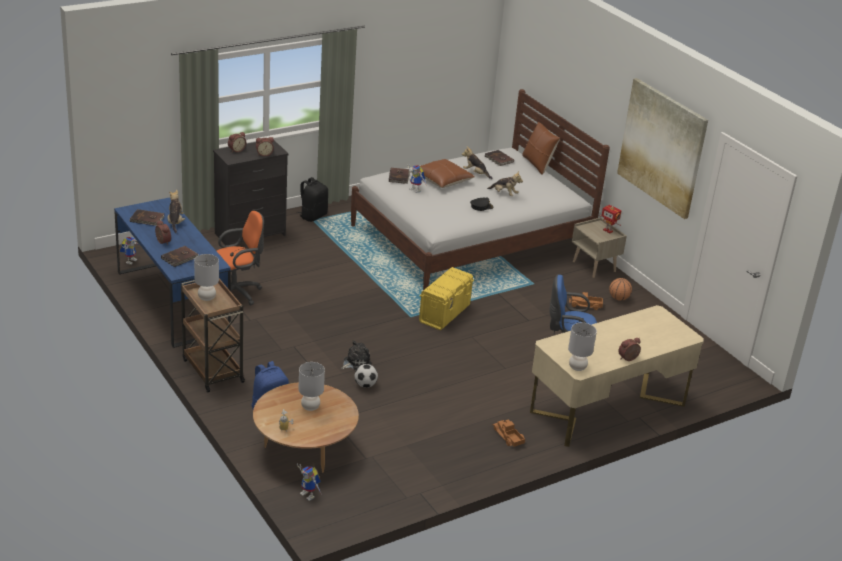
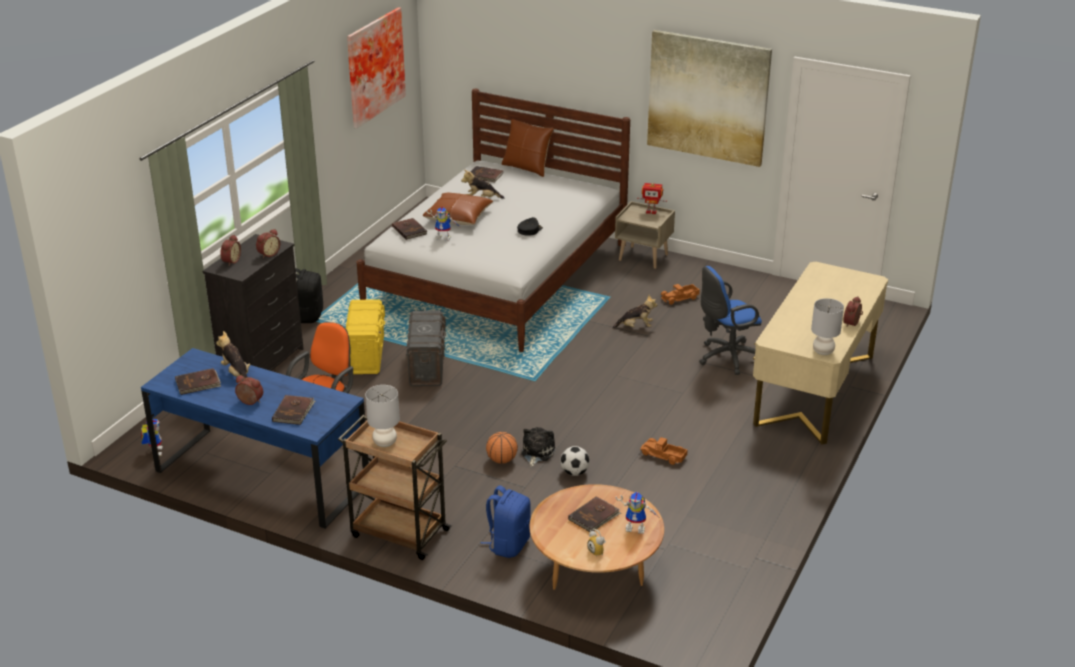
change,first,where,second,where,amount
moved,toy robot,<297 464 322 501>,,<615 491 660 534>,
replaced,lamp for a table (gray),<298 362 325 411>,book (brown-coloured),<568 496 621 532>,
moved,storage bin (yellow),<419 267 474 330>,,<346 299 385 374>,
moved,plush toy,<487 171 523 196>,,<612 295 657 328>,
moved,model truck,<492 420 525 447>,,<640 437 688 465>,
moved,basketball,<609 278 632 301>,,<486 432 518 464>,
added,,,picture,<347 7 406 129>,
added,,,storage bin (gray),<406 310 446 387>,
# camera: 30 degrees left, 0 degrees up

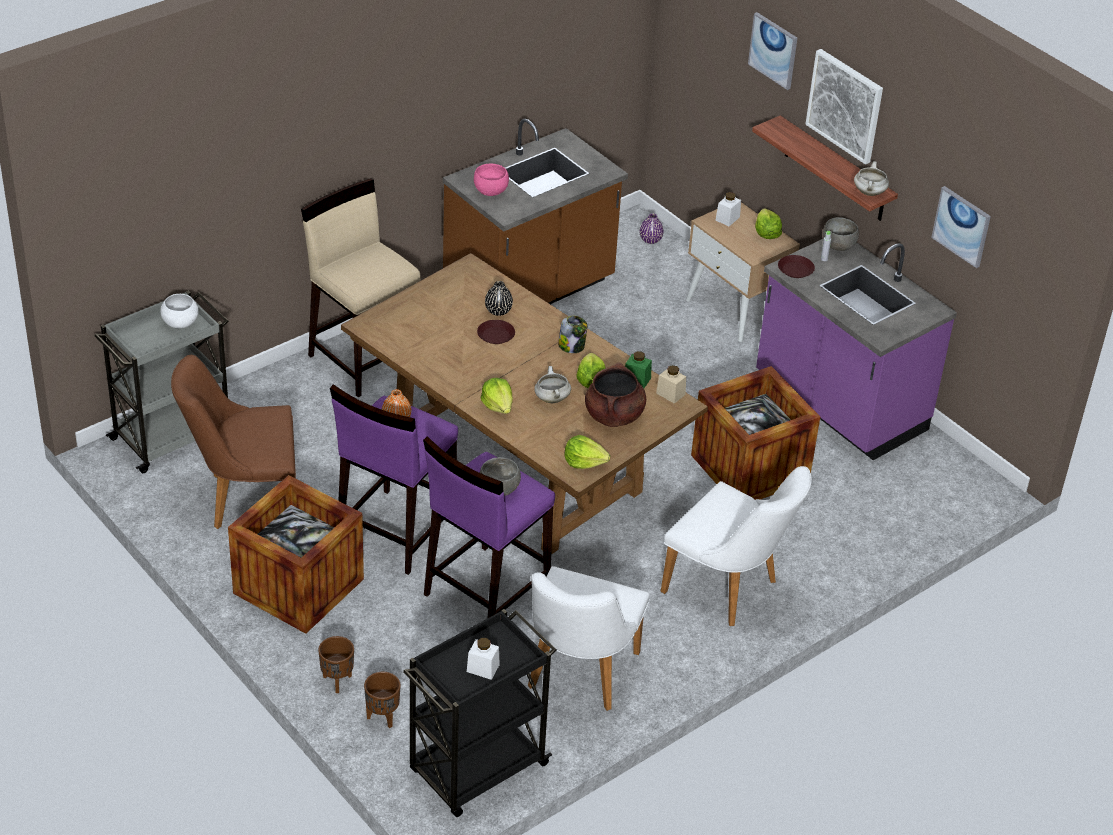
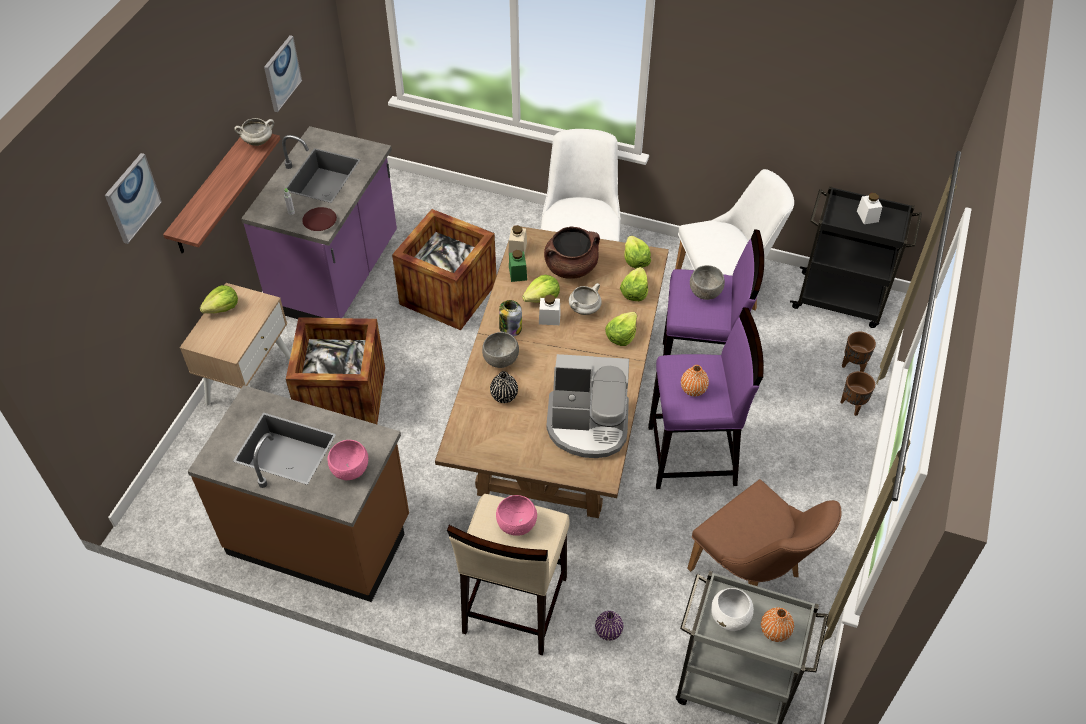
change,first,where,second,where,amount
moved,crate,<228 475 364 634>,,<286 317 385 424>,
removed,dinner plate (brown-coloured),<477 320 515 344>,,,
moved,decorative vase (purplish),<639 213 664 244>,,<595 611 624 641>,
moved,storage jar (white),<715 192 741 226>,,<539 295 561 325>,
removed,picture,<805 49 883 165>,,,
moved,serving bowl (gray),<823 217 859 251>,,<482 332 519 368>,
added,,,serving bowl (pink),<496 495 537 536>,
added,,,coffee machine,<546 354 629 458>,
added,,,lettuce head,<620 267 648 301>,
added,,,decorative vase (orange),<761 607 794 642>,
# camera: 120 degrees left, 10 degrees up

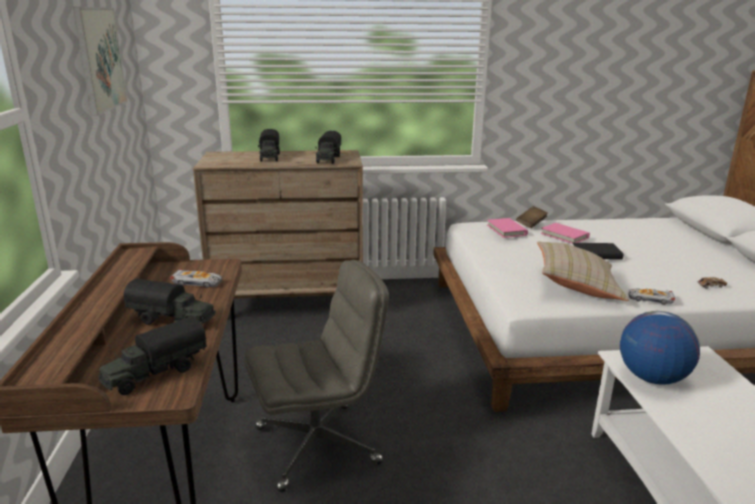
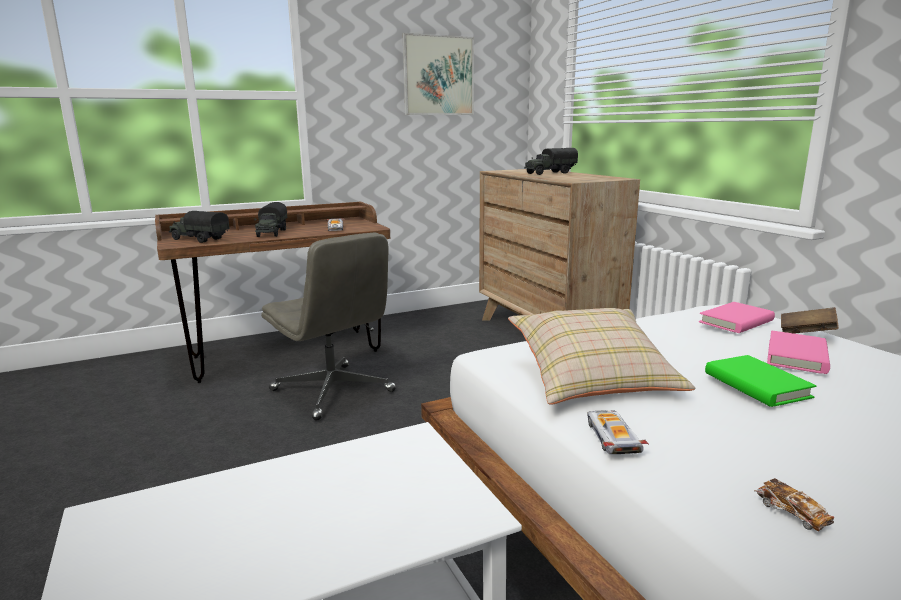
change,first,where,second,where,amount
removed,model truck,<315 131 341 164>,,,
recoloured,book (blackish),<572 243 623 260>,book (green-coloured),<705 355 817 407>,
removed,desk globe,<620 311 700 385>,,,
# camera: 70 degrees right, 5 degrees down

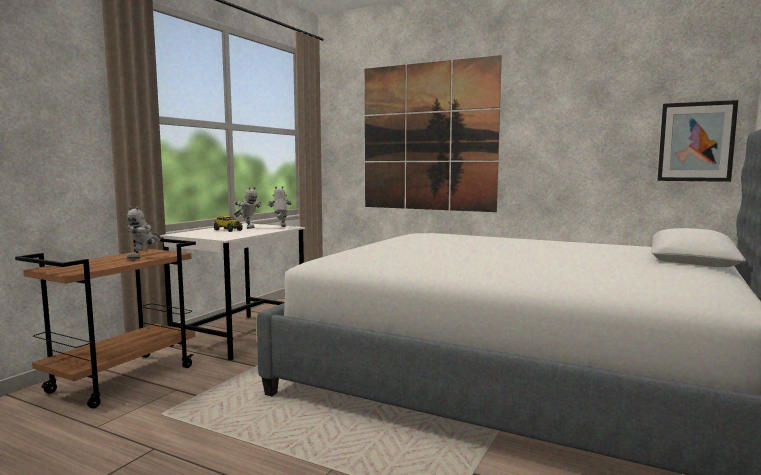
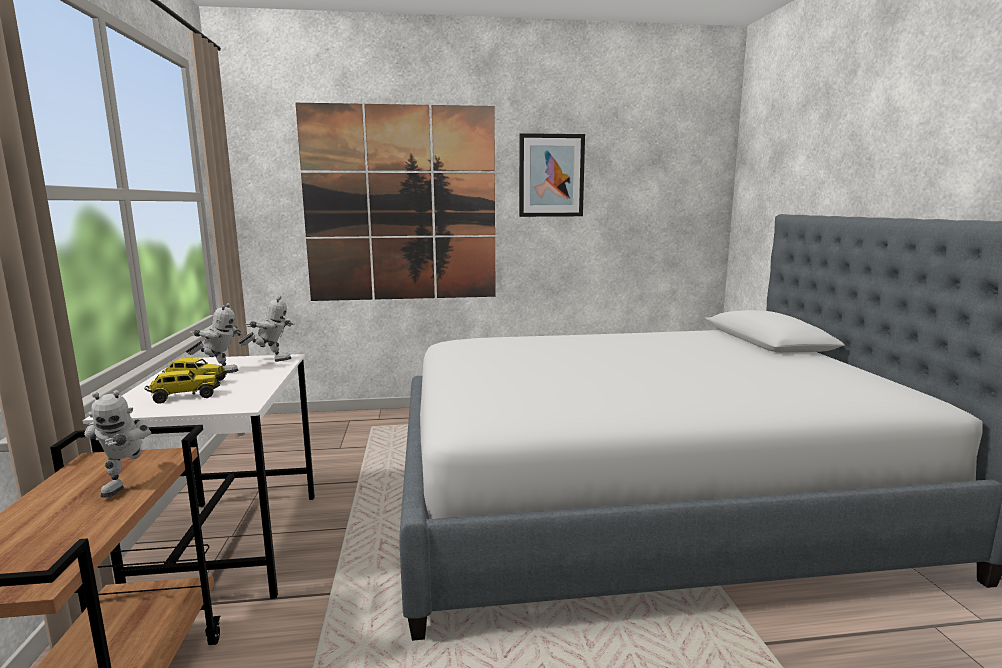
change,first,where,second,where,amount
turned,toy robot,<268 186 292 227>,,<238 296 294 362>,135 degrees clockwise
moved,picture,<657 100 738 182>,,<519 133 585 217>,
added,,,model truck,<144 370 220 404>,
# camera: 35 degrees left, 5 degrees up

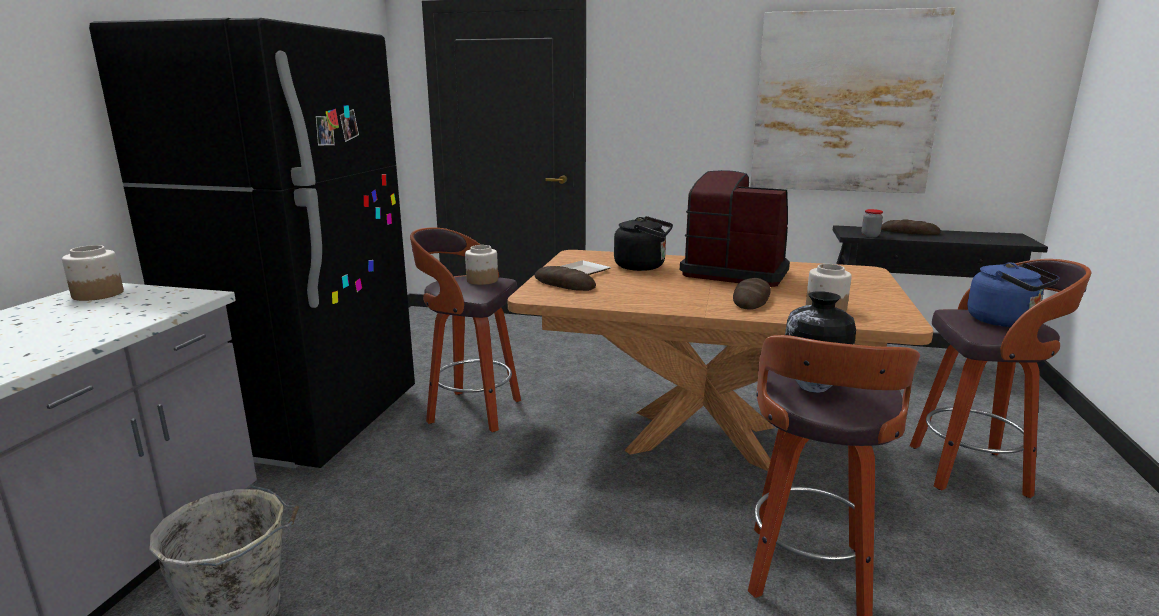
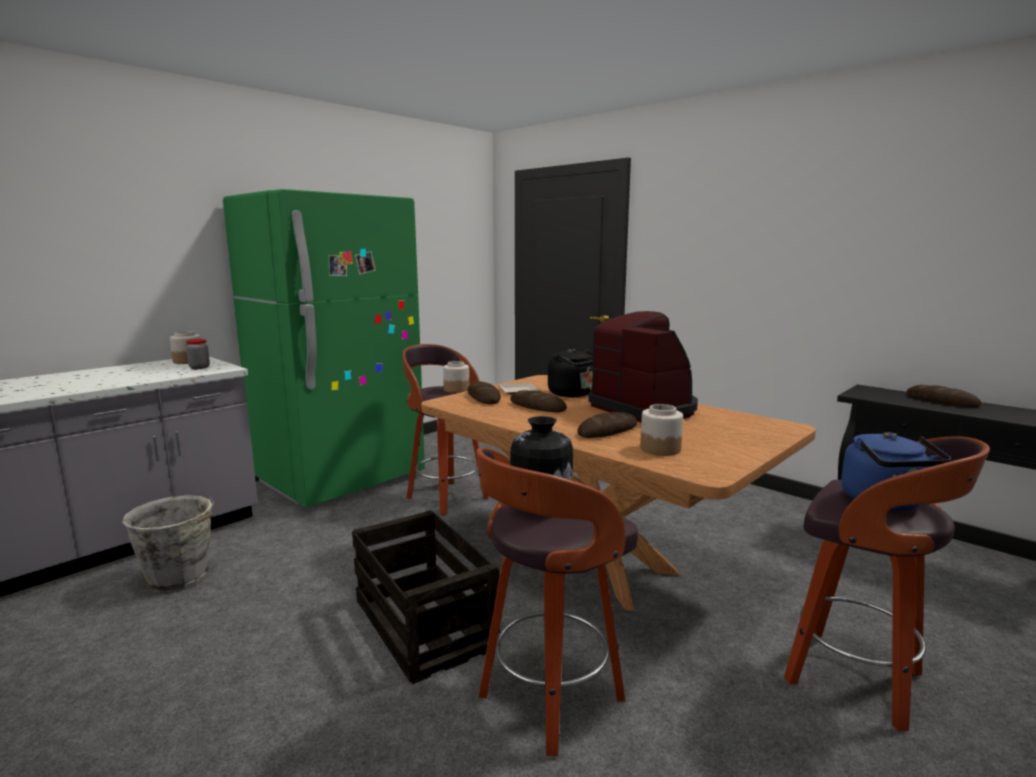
change,first,where,second,where,amount
recoloured,fridge (blackish),<89 18 415 468>,fridge (green-coloured),<223 189 425 508>,
removed,picture,<750 7 955 193>,,,
moved,storage jar,<862 209 883 237>,,<186 339 210 369>,
added,,,crate,<352 510 500 684>,
added,,,bread,<510 390 567 412>,
# camera: 30 degrees right, 5 degrees down

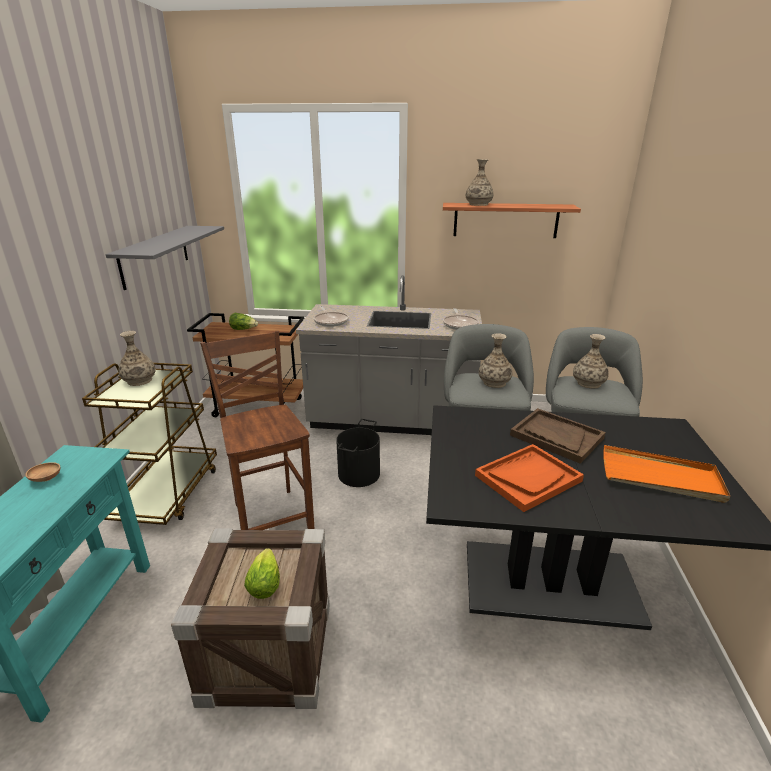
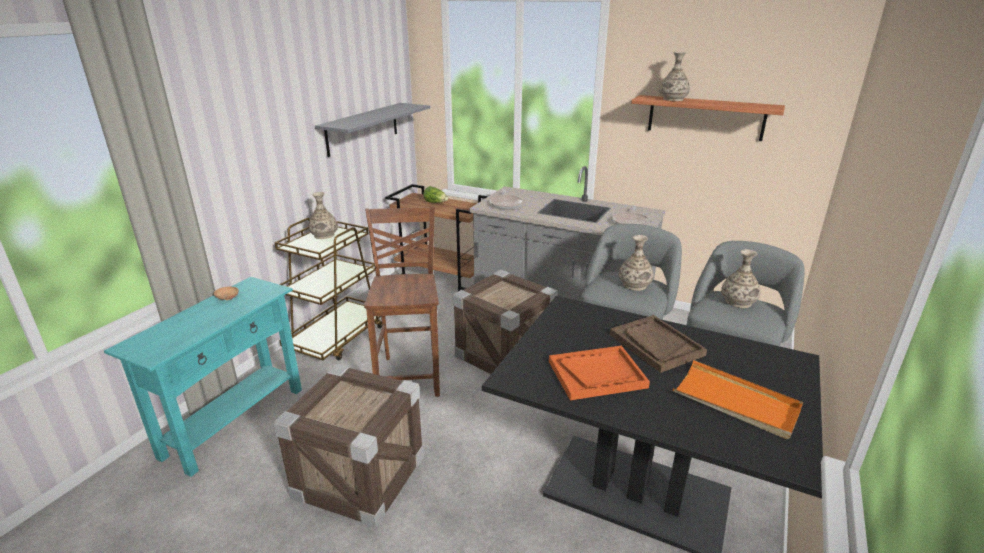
change,first,where,second,where,amount
removed,lettuce head,<244 548 280 599>,,,
replaced,water bucket (blackish),<336 419 380 487>,crate,<453 270 558 374>,
# camera: 20 degrees right, 0 degrees up

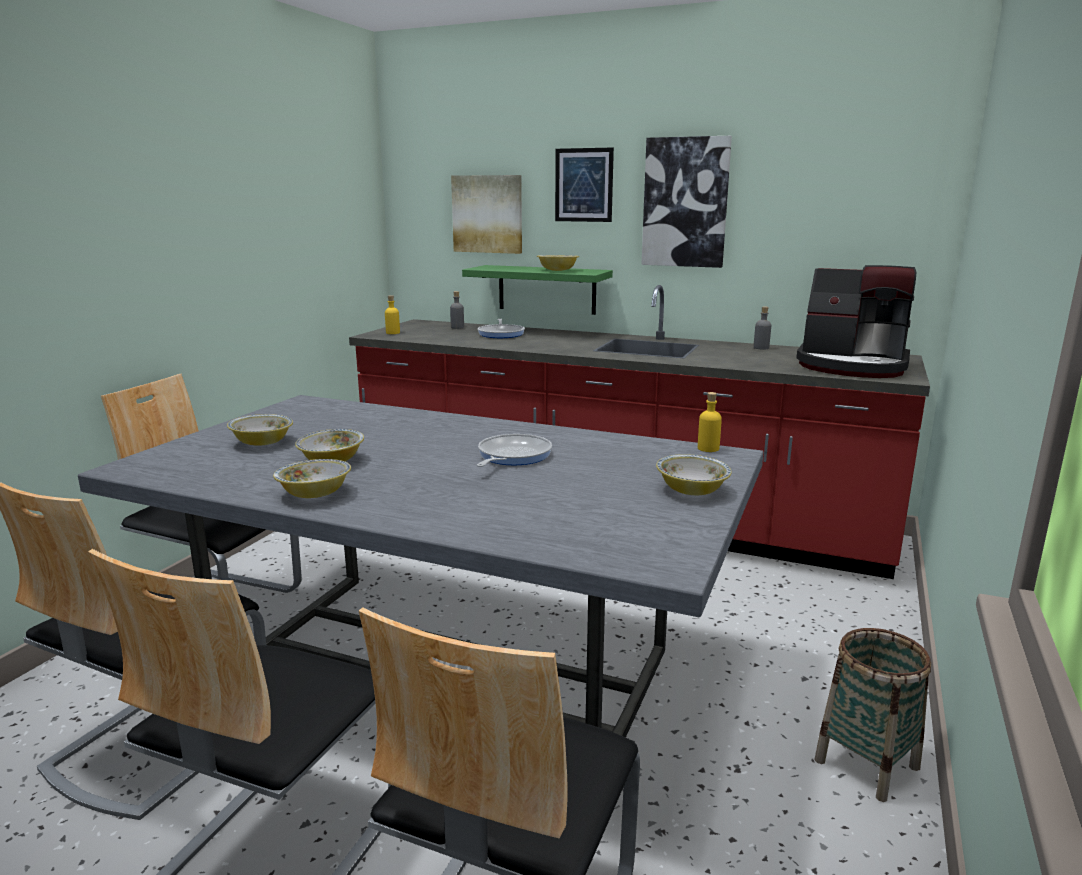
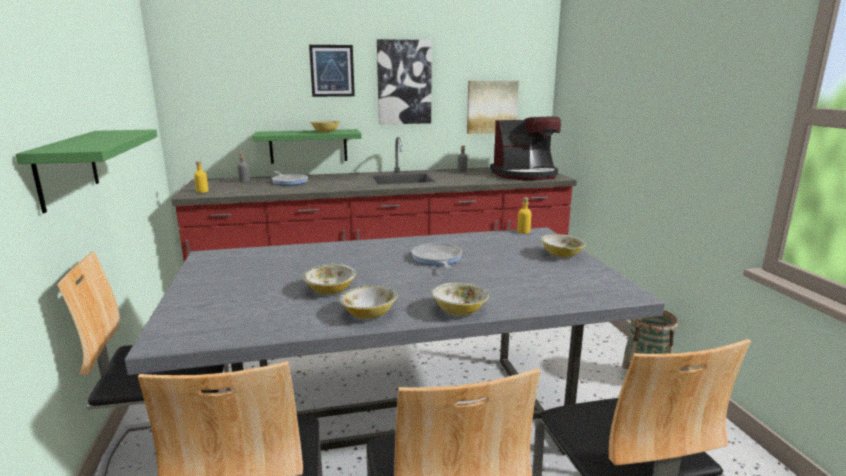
change,first,where,second,where,amount
moved,serving bowl,<227 414 293 446>,,<431 283 489 315>,
moved,picture,<451 175 522 254>,,<467 80 519 134>,
added,,,shelf (green-coloured),<16 129 157 213>,
# camera: 35 degrees left, 0 degrees up

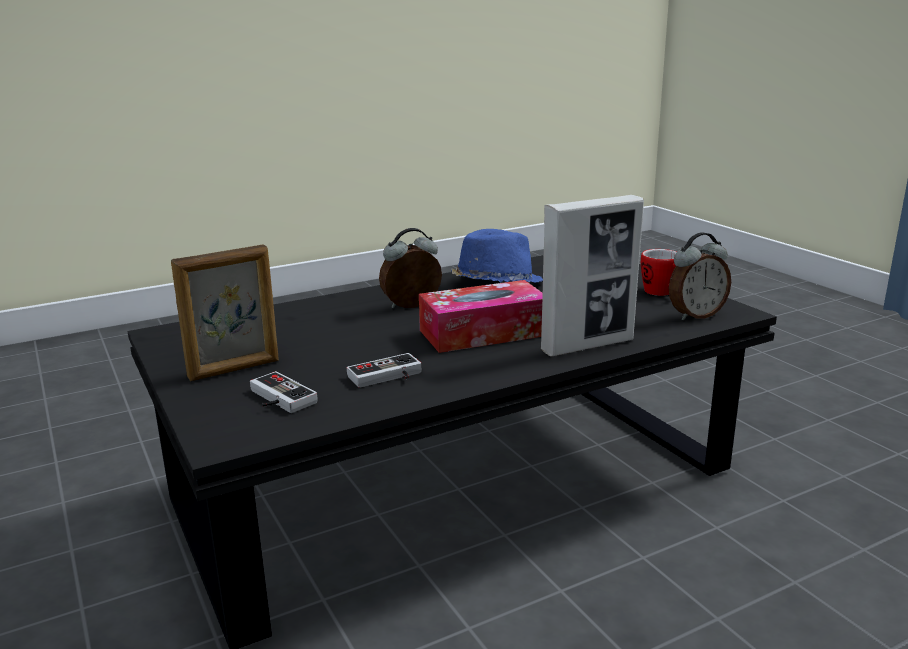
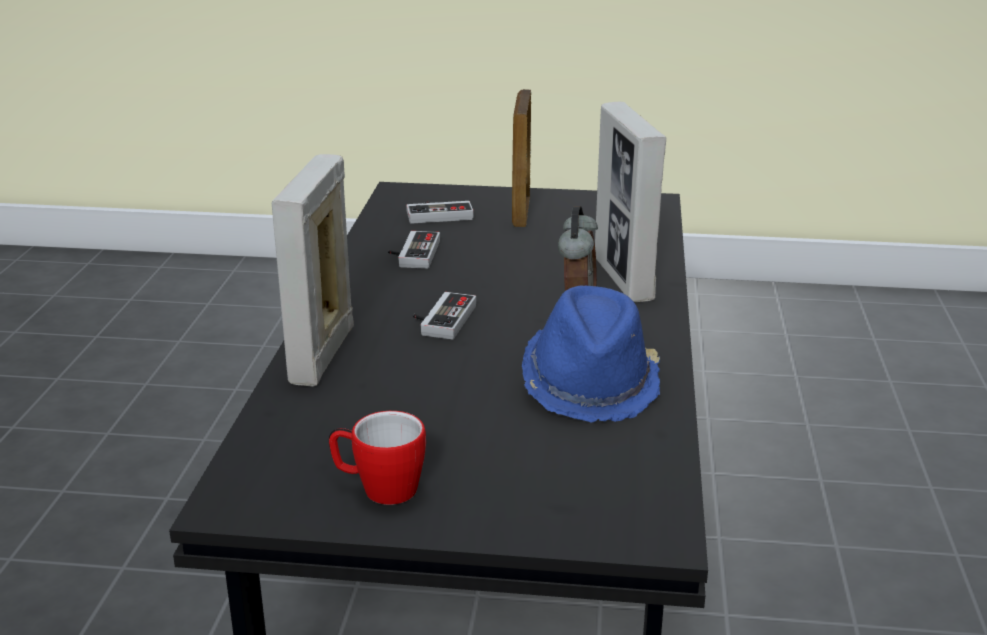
change,first,where,second,where,amount
replaced,tissue holder,<419 280 543 353>,game controller,<413 292 476 339>,
removed,alarm clock,<669 233 731 321>,,,
added,,,picture frame,<595 102 666 302>,
# camera: 125 degrees right, 5 degrees up

